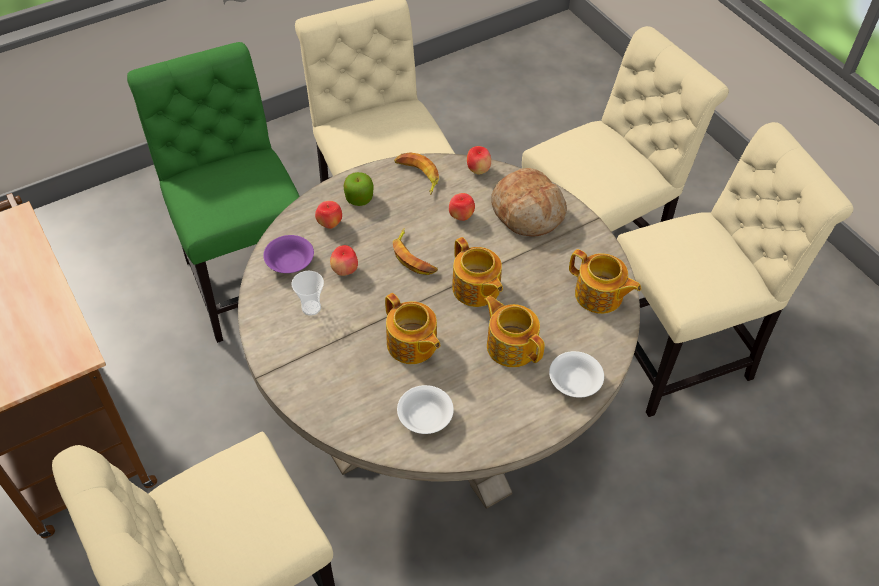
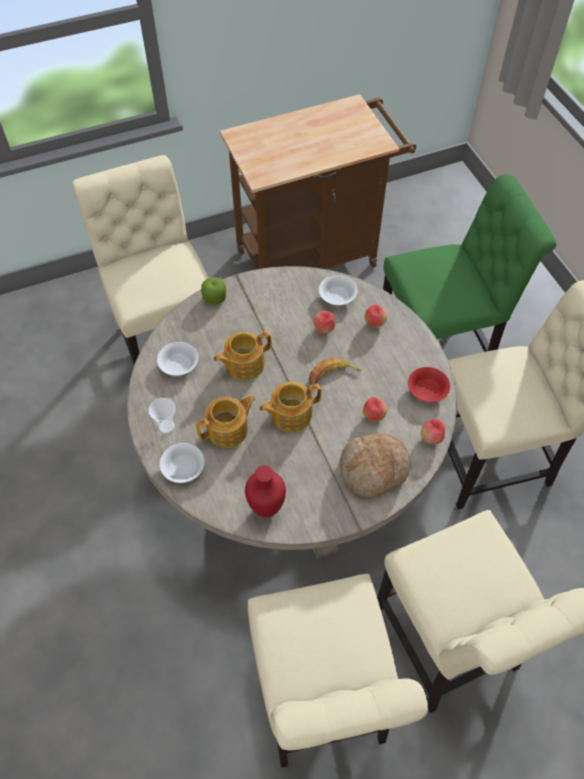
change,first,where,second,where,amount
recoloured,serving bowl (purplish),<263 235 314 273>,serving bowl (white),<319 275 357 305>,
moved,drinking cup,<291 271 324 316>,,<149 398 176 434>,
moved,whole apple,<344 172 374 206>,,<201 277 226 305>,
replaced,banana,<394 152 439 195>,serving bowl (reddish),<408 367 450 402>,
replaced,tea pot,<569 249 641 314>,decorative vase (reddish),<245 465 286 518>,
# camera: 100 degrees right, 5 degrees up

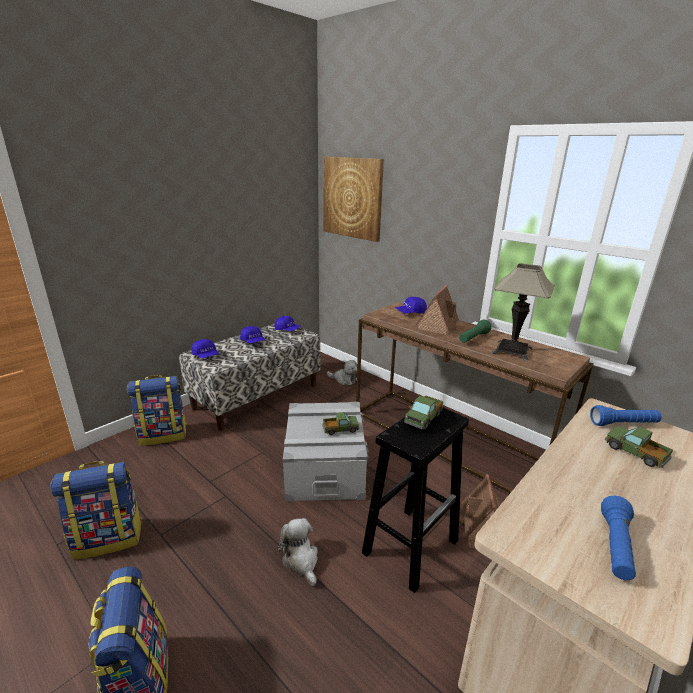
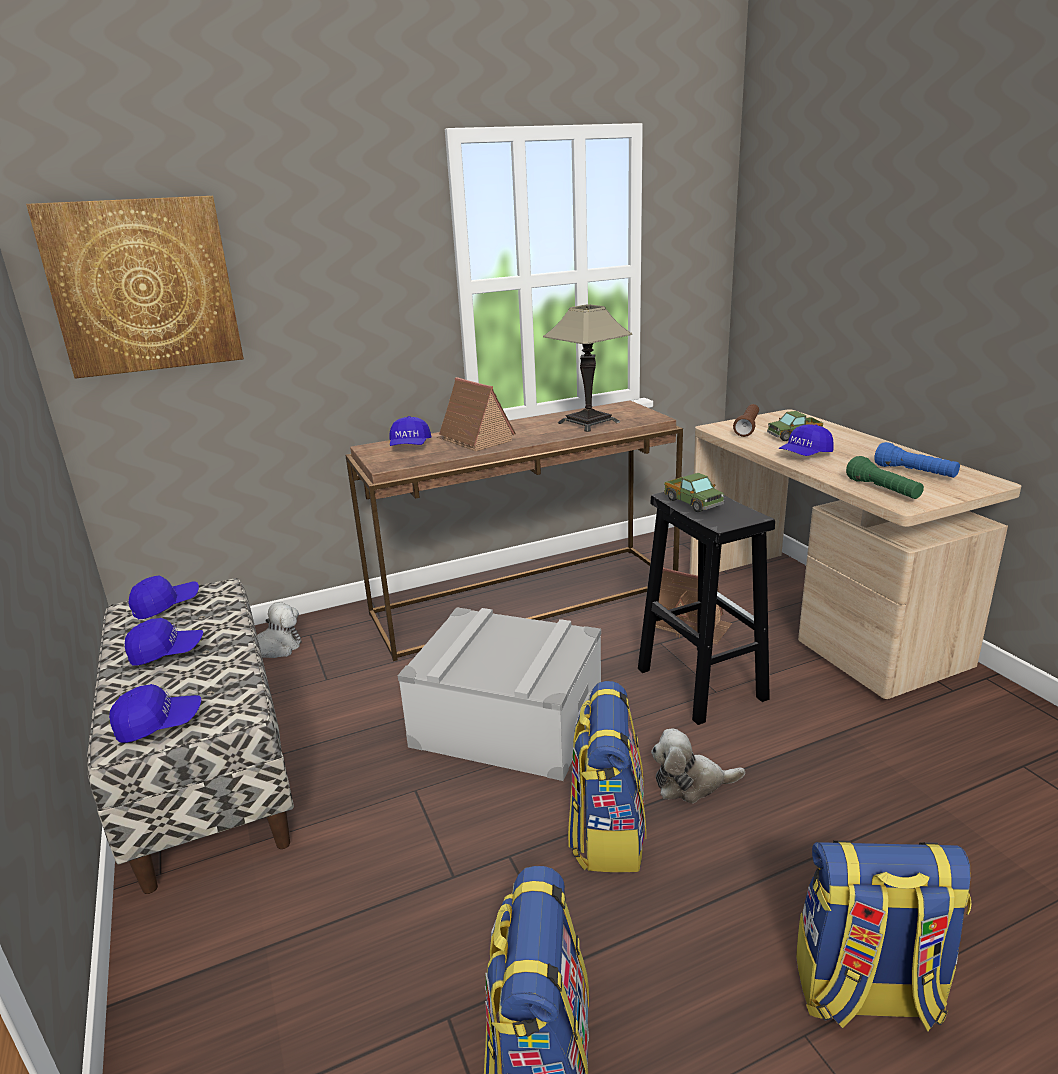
change,first,where,second,where,amount
moved,rucksack,<127 375 187 446>,,<568 681 646 872>,
removed,model truck,<322 412 359 435>,,,
moved,torch (green-coloured),<459 320 492 343>,,<846 456 924 499>,
recoloured,torch (bluish),<590 405 662 426>,torch (brown-coloured),<733 404 759 437>,
added,,,peaked cap (bluish),<779 424 834 456>,
# camera: 65 degrees left, 0 degrees up

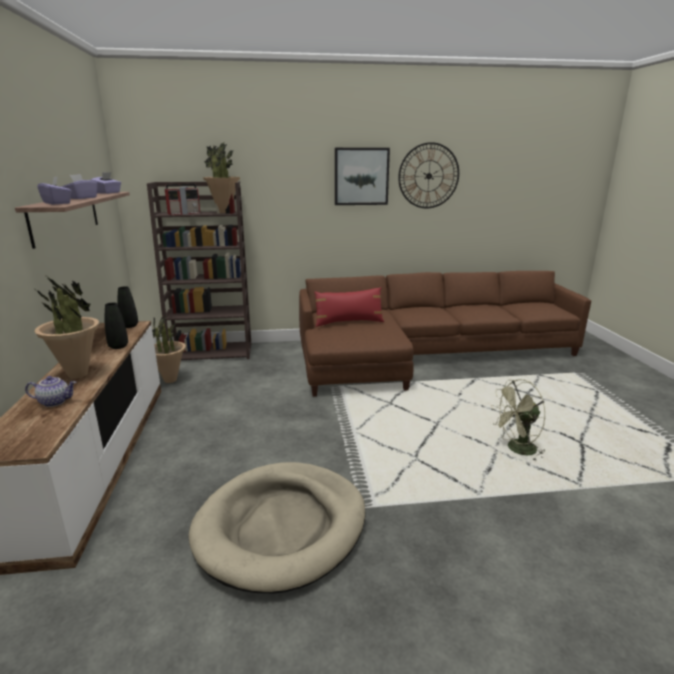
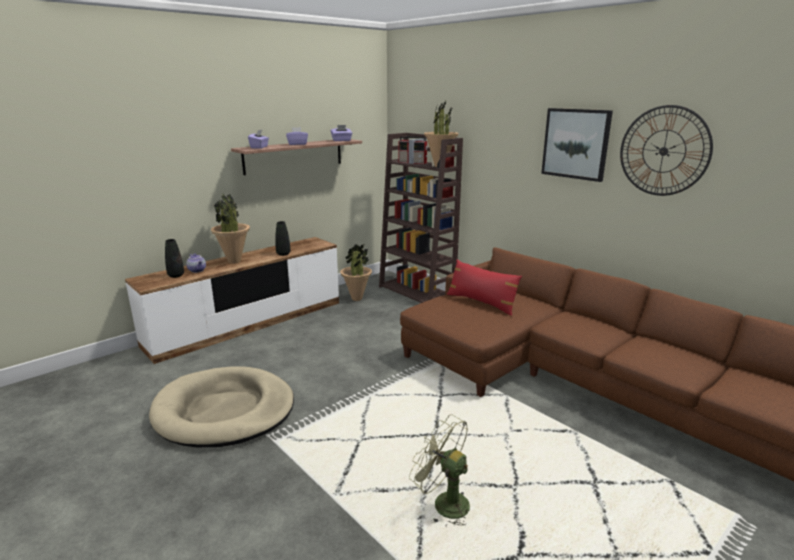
change,first,where,second,where,amount
moved,decorative vase (blackish),<117 286 138 328>,,<165 239 184 278>,
# camera: 55 degrees right, 0 degrees up

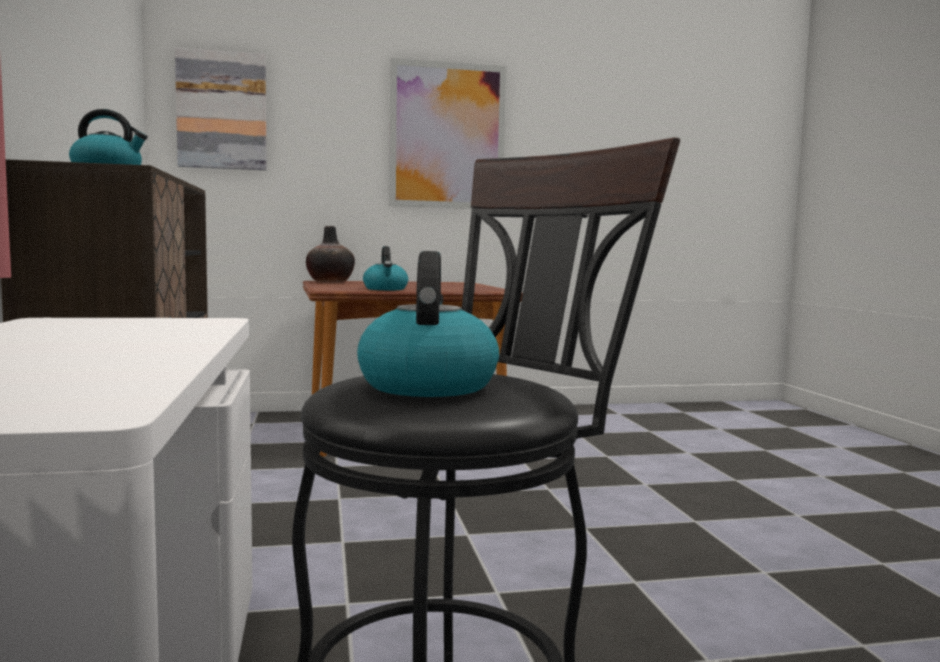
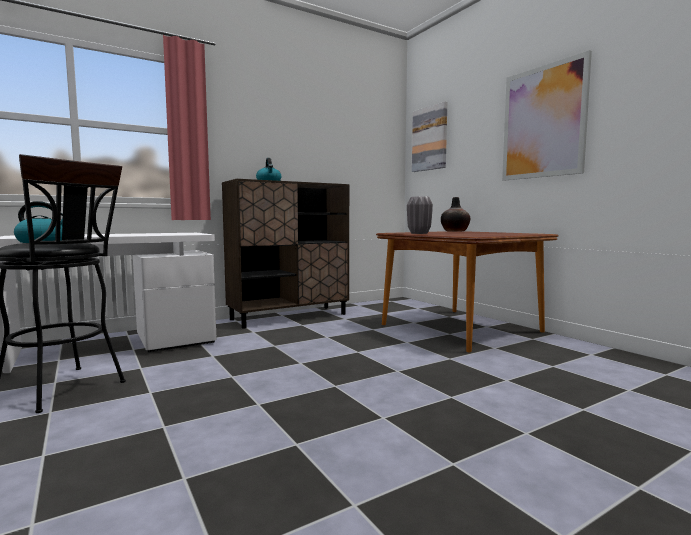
change,first,where,second,where,amount
replaced,kettle,<363 246 408 290>,decorative vase (gray),<407 196 433 234>,
# camera: 70 degrees right, 0 degrees up

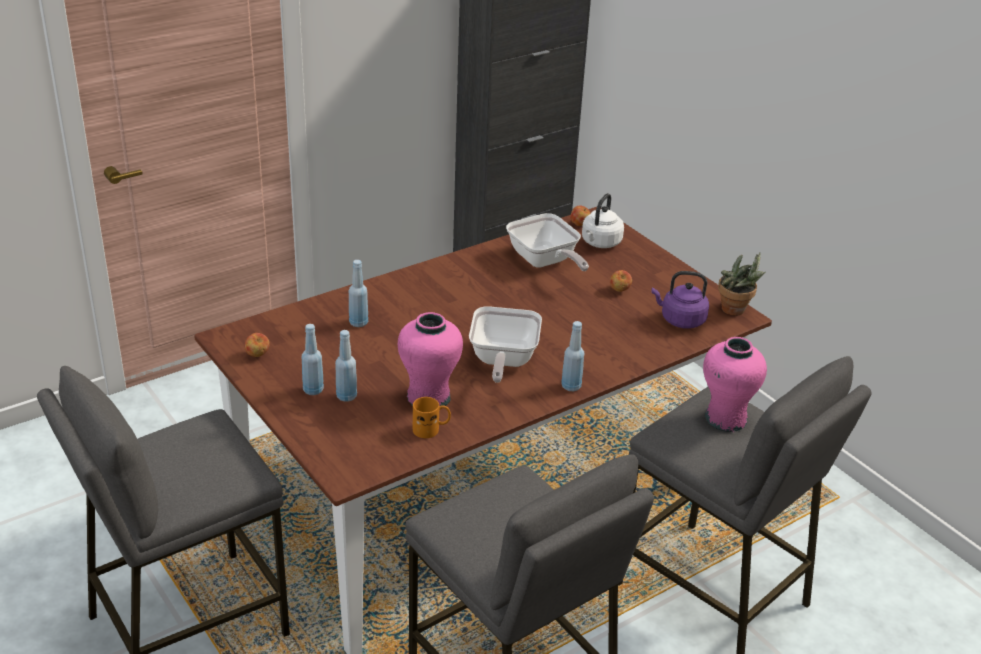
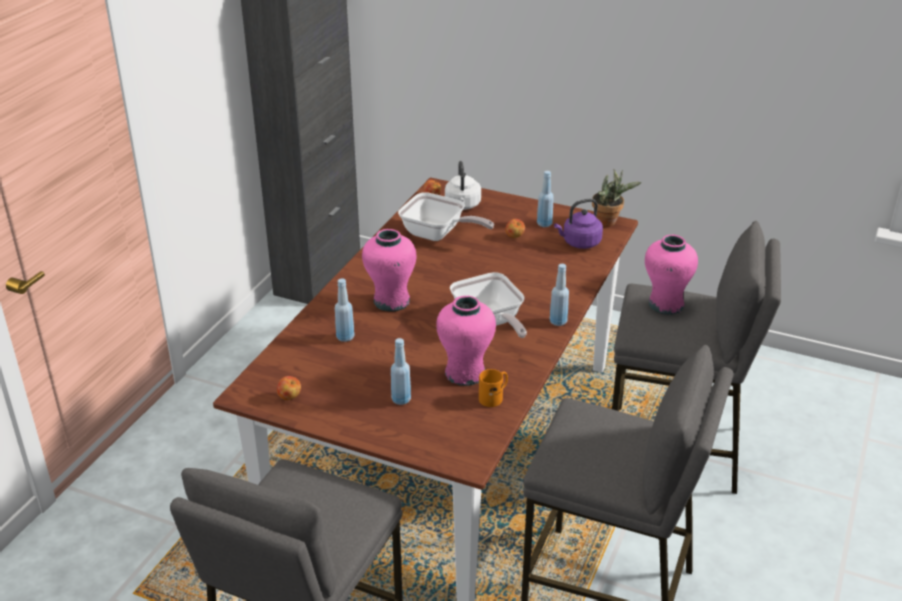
change,first,where,second,where,amount
moved,drink bottle (bluish),<302 324 324 395>,,<537 171 554 227>,
added,,,decorative vase (pink),<362 229 416 312>,
# camera: 30 degrees left, 0 degrees up

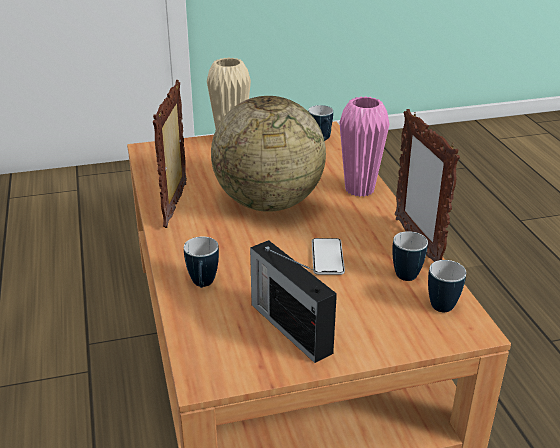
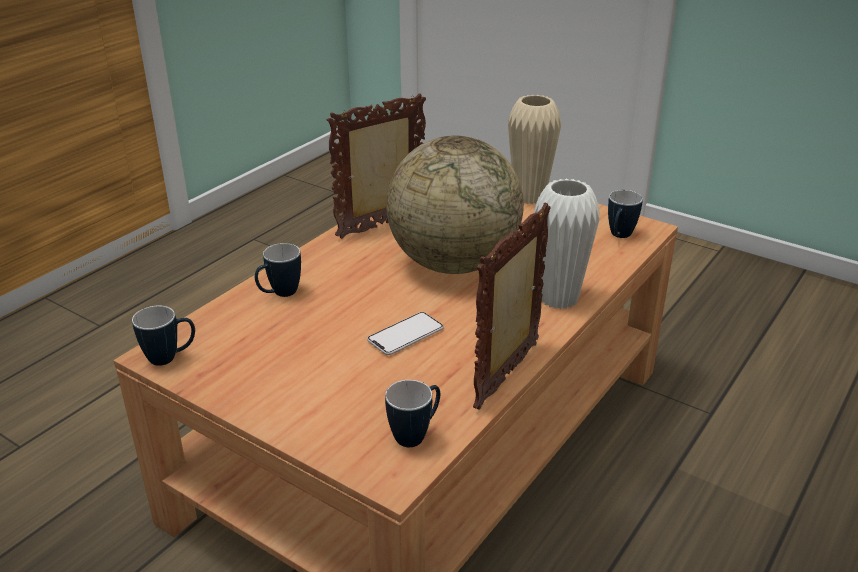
change,first,where,second,where,amount
removed,radio,<250 240 337 363>,,,
recoloured,decorative vase (pink),<339 96 390 197>,decorative vase (white),<534 178 600 309>,
moved,mug,<392 231 428 281>,,<132 305 195 366>,
# camera: 50 degrees right, 0 degrees up

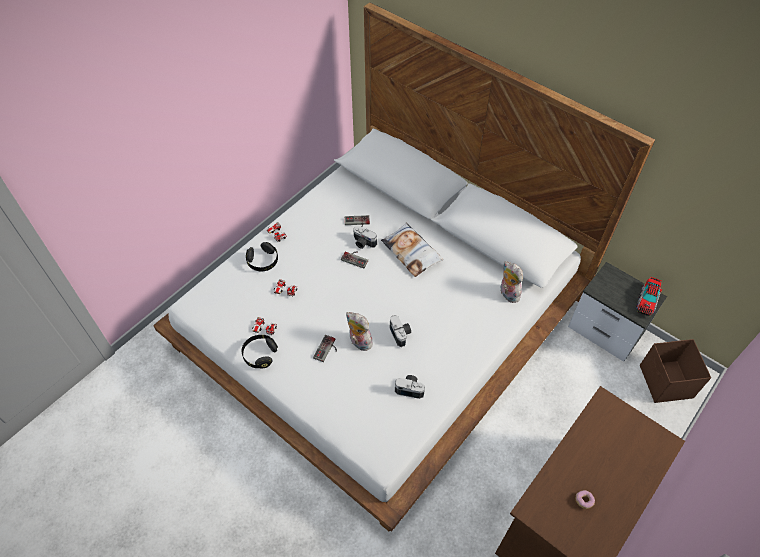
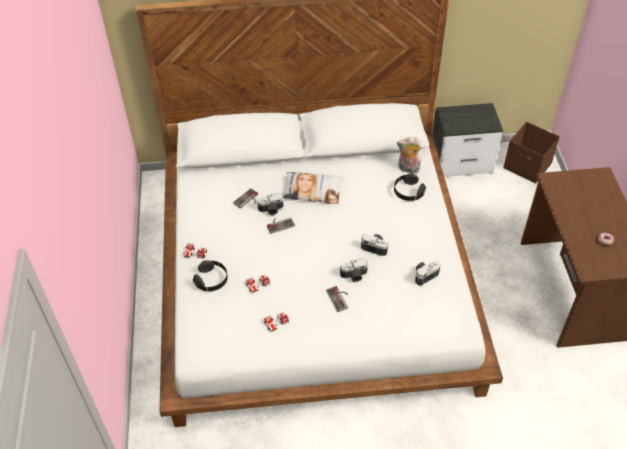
change,first,where,second,where,amount
moved,headphones (blackish),<241 335 278 368>,,<394 173 426 201>,
replaced,plush toy,<346 312 373 351>,still camera,<340 258 368 282>,
removed,model truck,<636 277 662 317>,,,
# camera: 45 degrees left, 5 degrees down

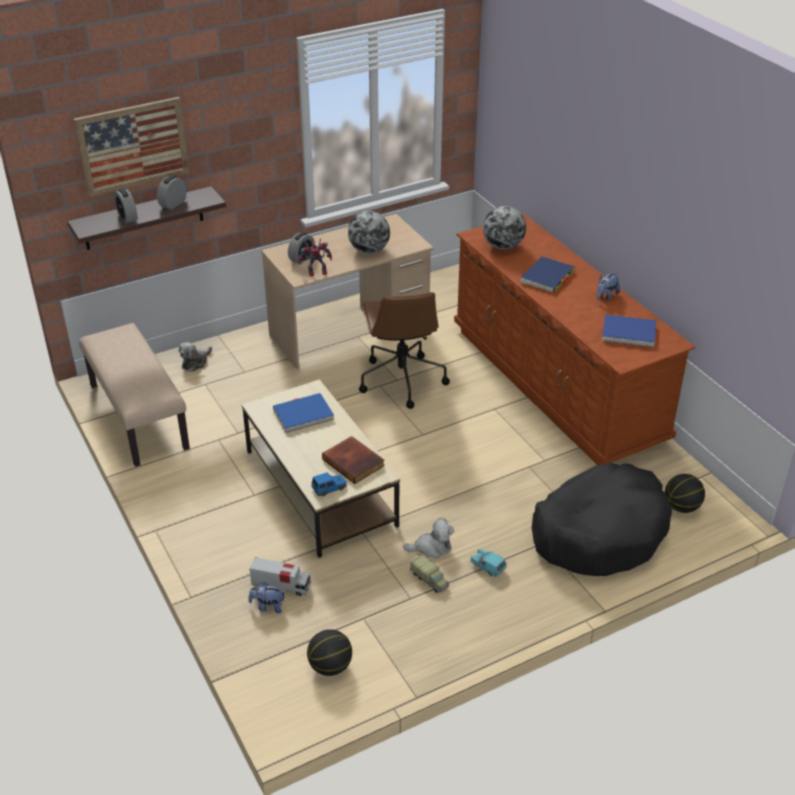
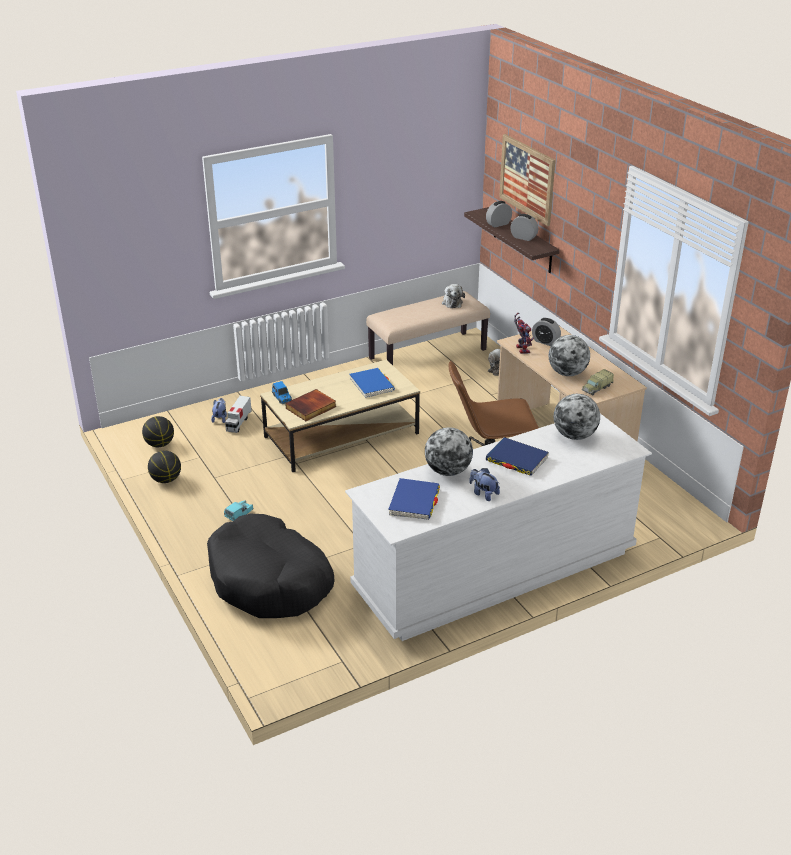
change,first,where,second,where,amount
moved,plush toy,<403 518 454 559>,,<442 284 465 308>,
moved,model truck,<410 554 449 593>,,<582 369 614 395>,
recoloured,dresser (brown-coloured),<454 214 696 465>,dresser (white),<345 413 652 641>,
moved,basketball,<665 474 705 513>,,<148 451 181 483>,
added,,,desk globe,<425 427 473 476>,
# camera: 90 degrees right, 5 degrees down

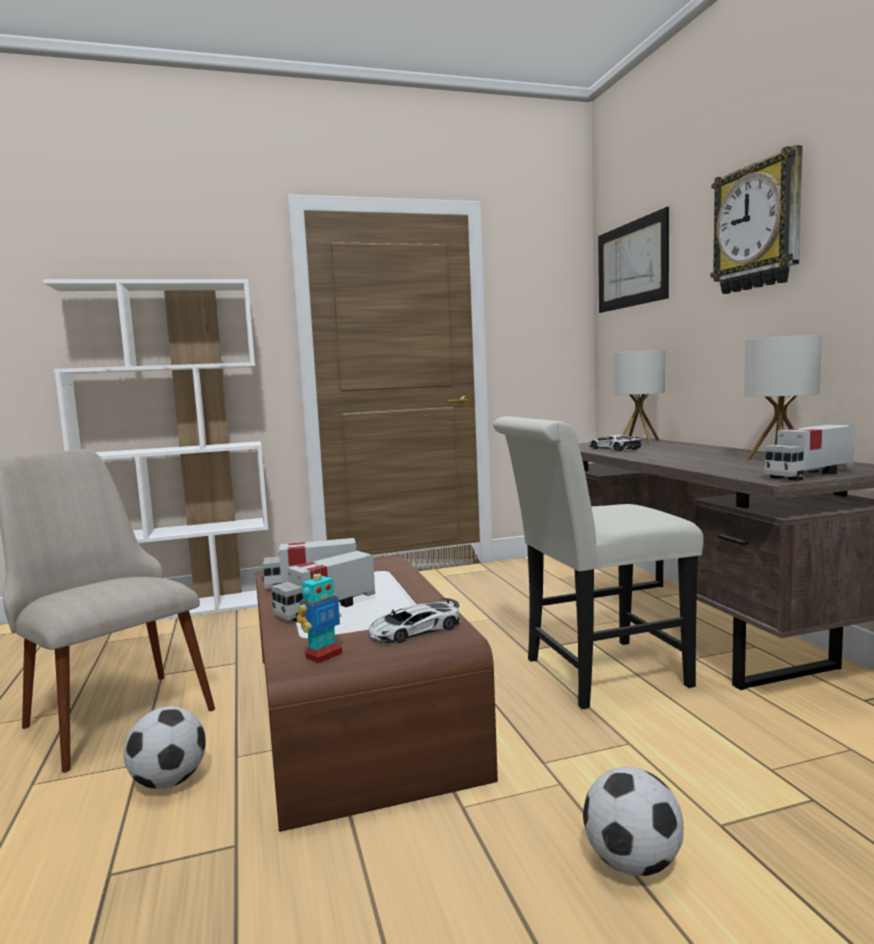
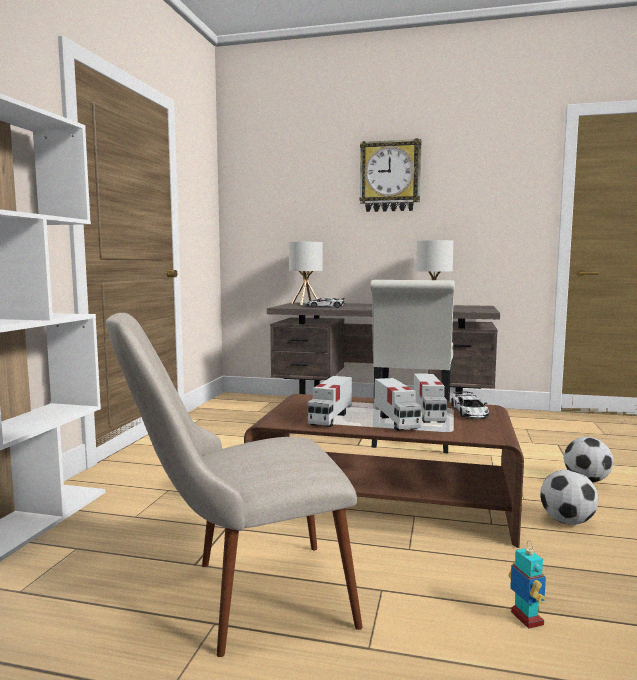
change,first,where,second,where,amount
moved,ball for football,<123 706 206 789>,,<540 469 598 525>,
moved,toy robot,<297 565 343 663>,,<508 541 546 629>,
removed,picture,<598 207 669 313>,,,
moved,model truck,<764 425 855 481>,,<414 374 447 423>,
# camera: 60 degrees left, 0 degrees up

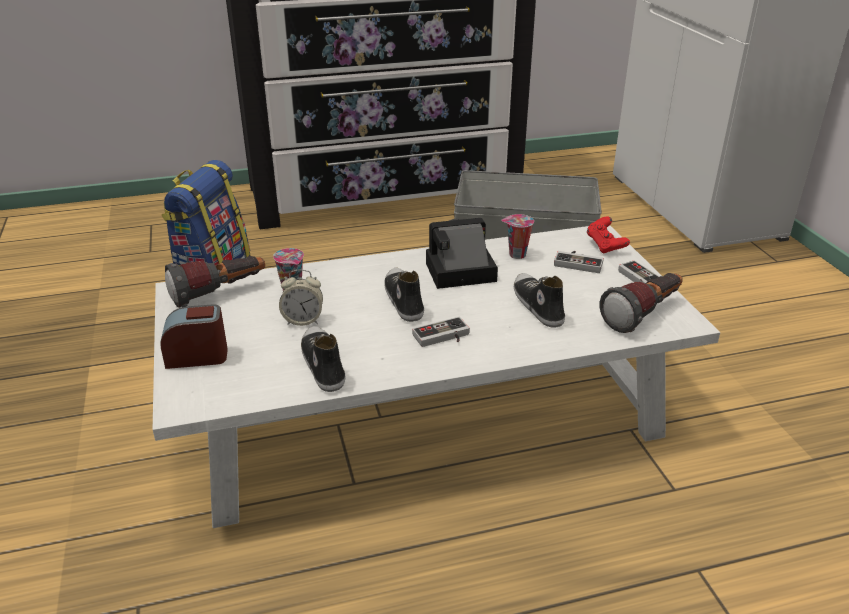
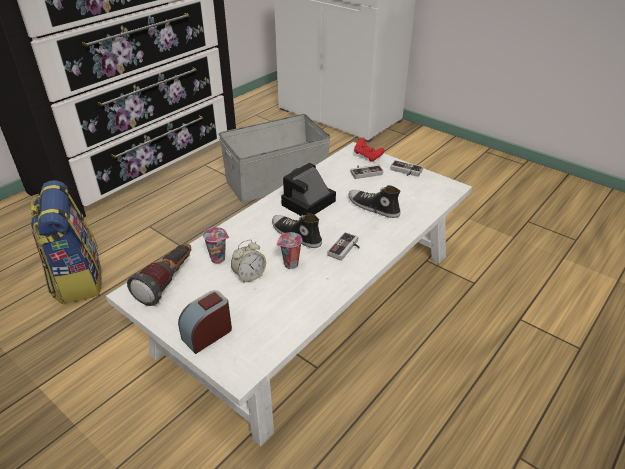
change,first,where,second,where,amount
removed,low shoe,<301 326 345 392>,,,
moved,drinking cup,<501 214 534 259>,,<276 232 302 269>,
removed,torch,<600 273 683 333>,,,
# camera: 35 degrees left, 5 degrees up

